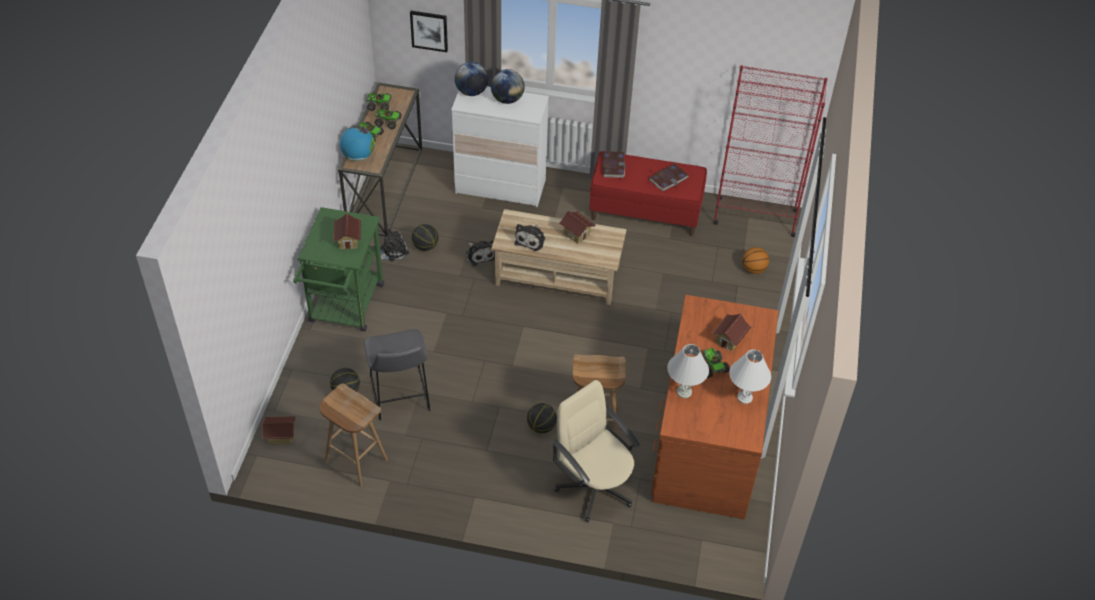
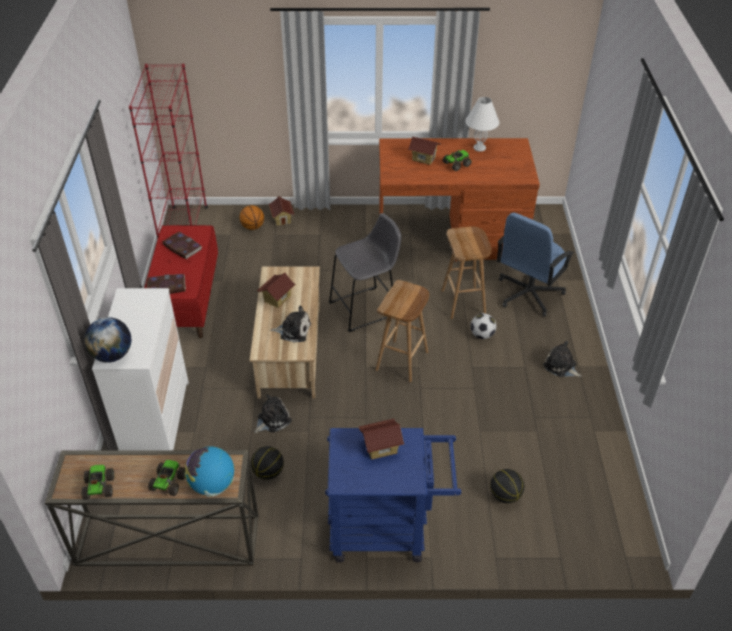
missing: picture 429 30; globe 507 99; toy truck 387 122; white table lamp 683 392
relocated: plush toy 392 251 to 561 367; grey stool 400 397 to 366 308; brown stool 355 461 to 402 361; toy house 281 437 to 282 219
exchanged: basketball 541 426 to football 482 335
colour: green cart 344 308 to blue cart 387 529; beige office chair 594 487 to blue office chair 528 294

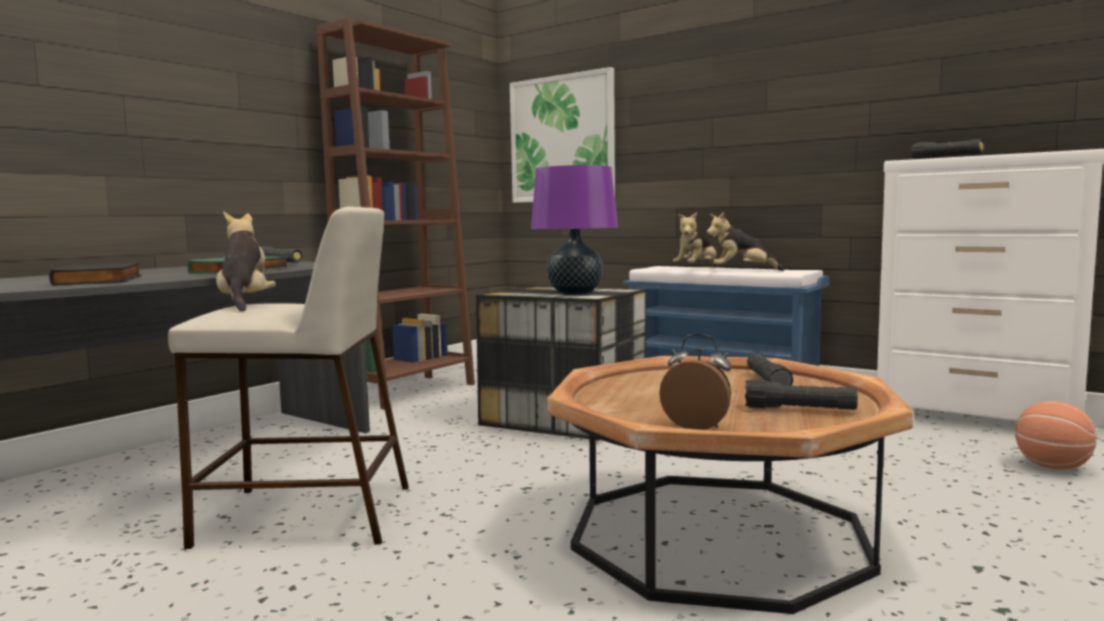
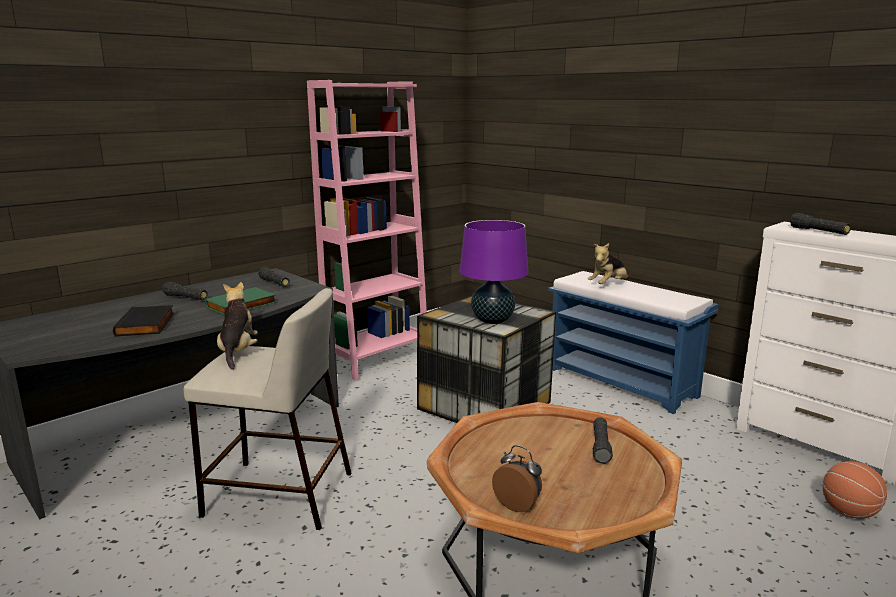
missing: picture 562 139; plush toy 742 271
relocated: black flashlight 799 410 to 186 298
colour: brown bookcase 408 391 to pink bookcase 377 359

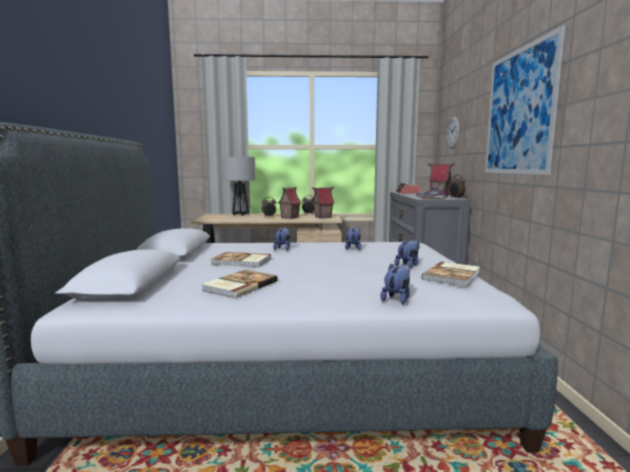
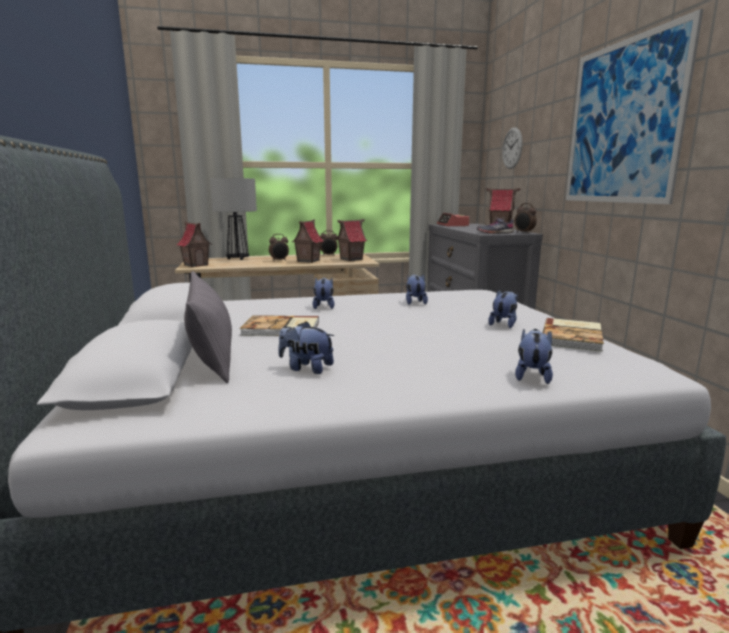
appeared: toy house 196 265; grey pillow 211 355
exchanged: book 239 285 to plush toy 306 368

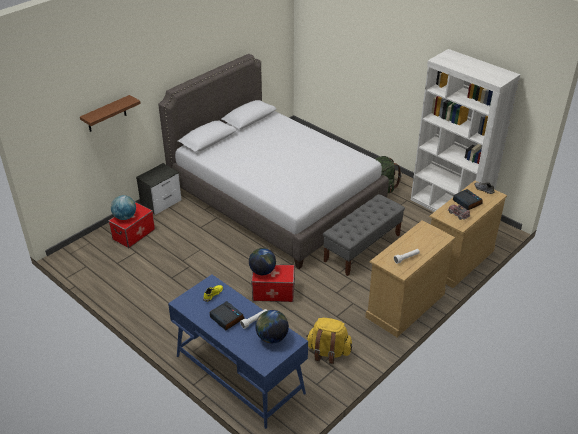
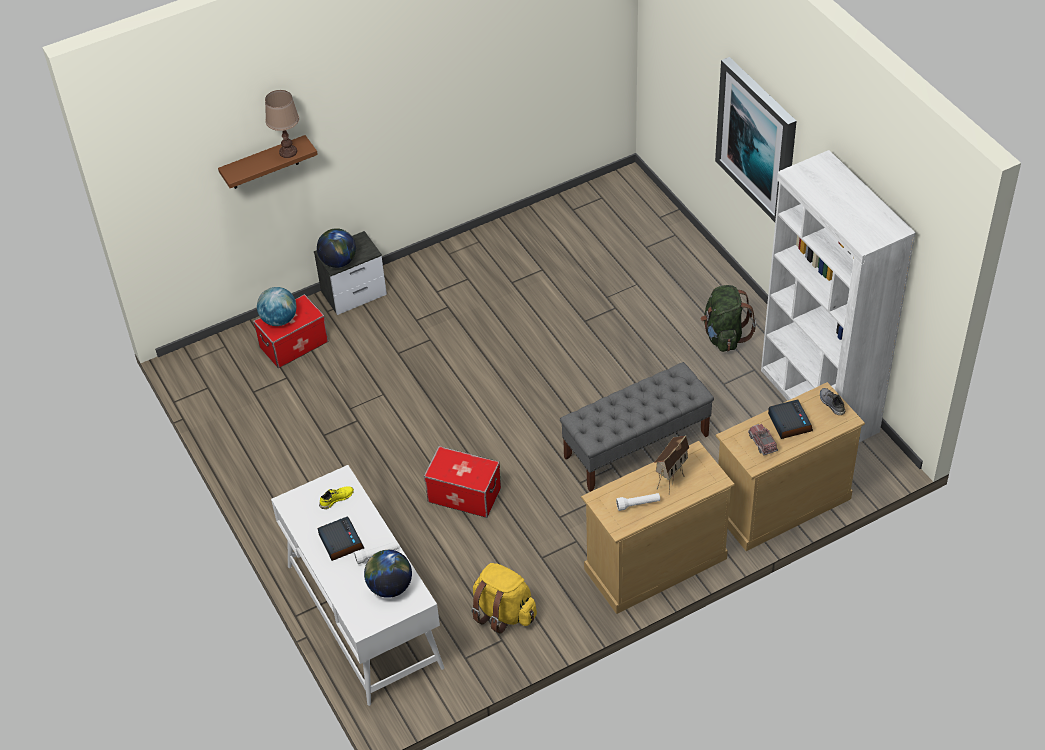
missing: grey bed 275 198
appeared: picture 758 140; brown table lamp 288 152; toy house 669 479
relocated: globe 262 271 to 338 261
colour: blue desk 239 373 to white desk 364 615

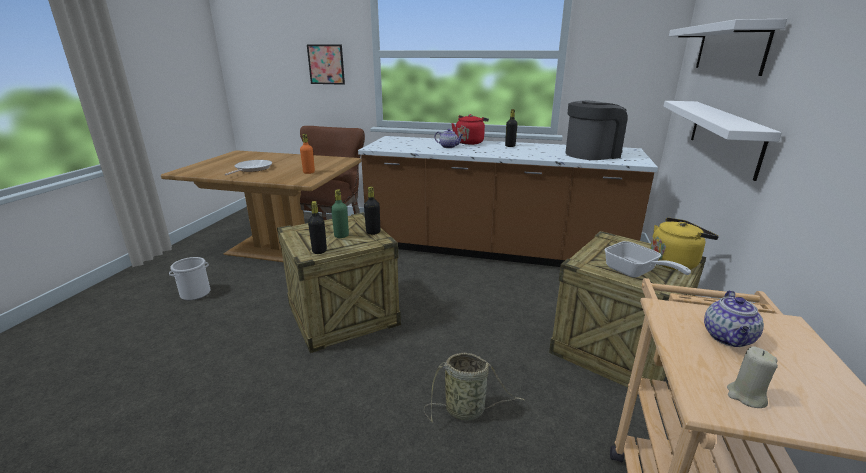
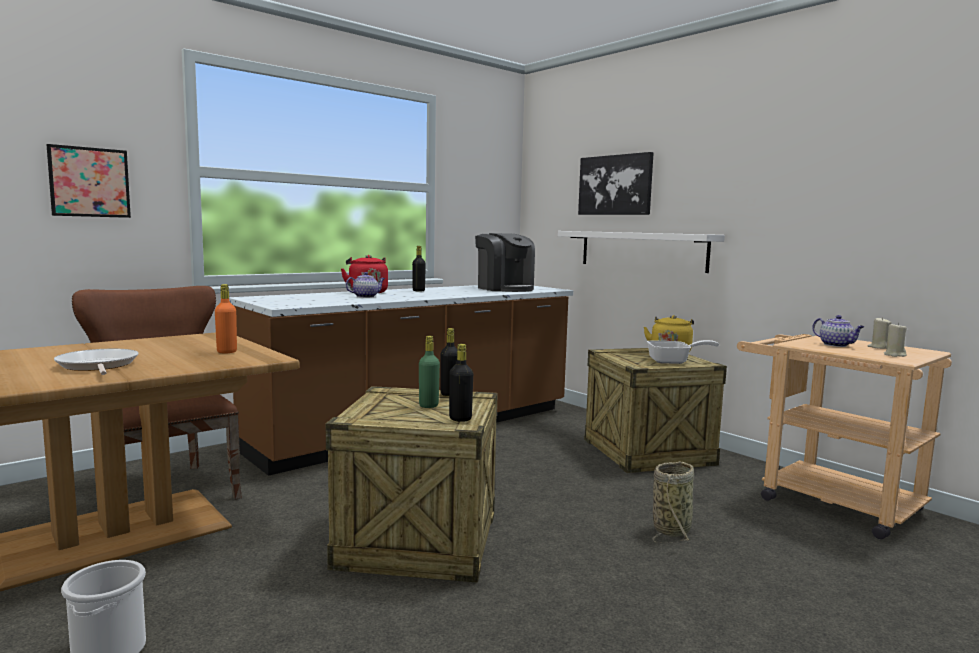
appeared: beige candle 878 347
exchanged: white shelf 729 48 to picture 615 185
spun: coffee machine 592 154 = 504 289 135 degrees clockwise

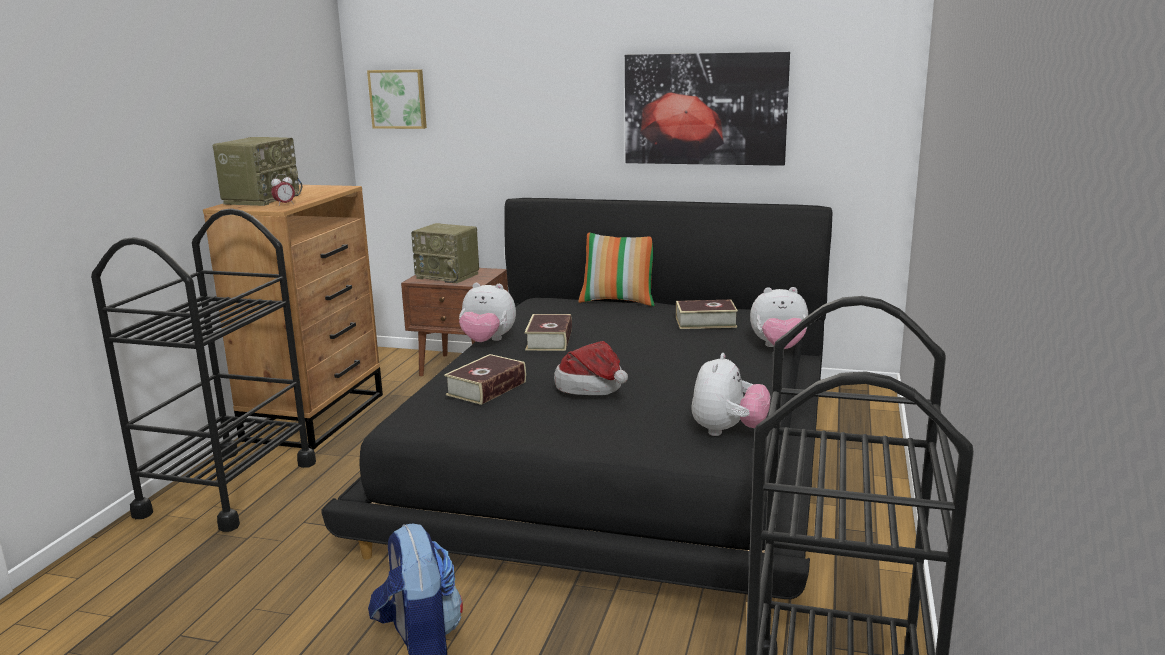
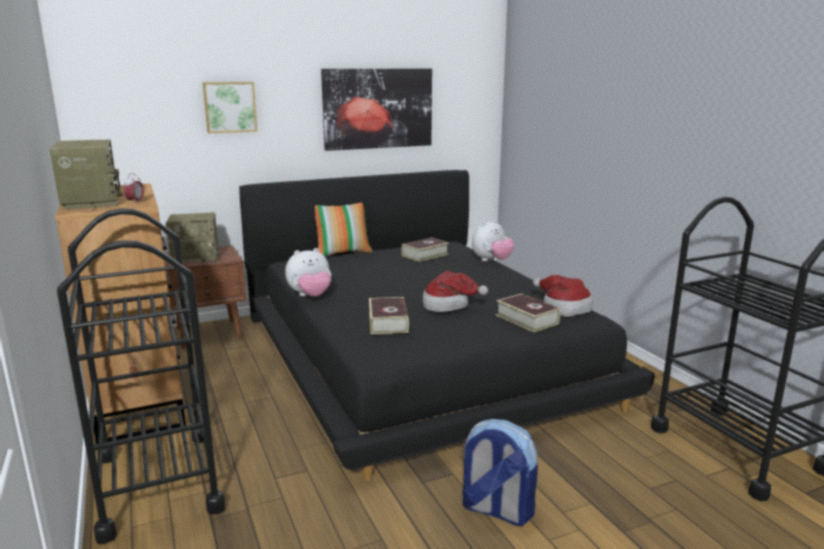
relocated: picture 398 99 to 230 107; book 549 340 to 527 319
exchanged: plush toy 727 431 to hat 563 308

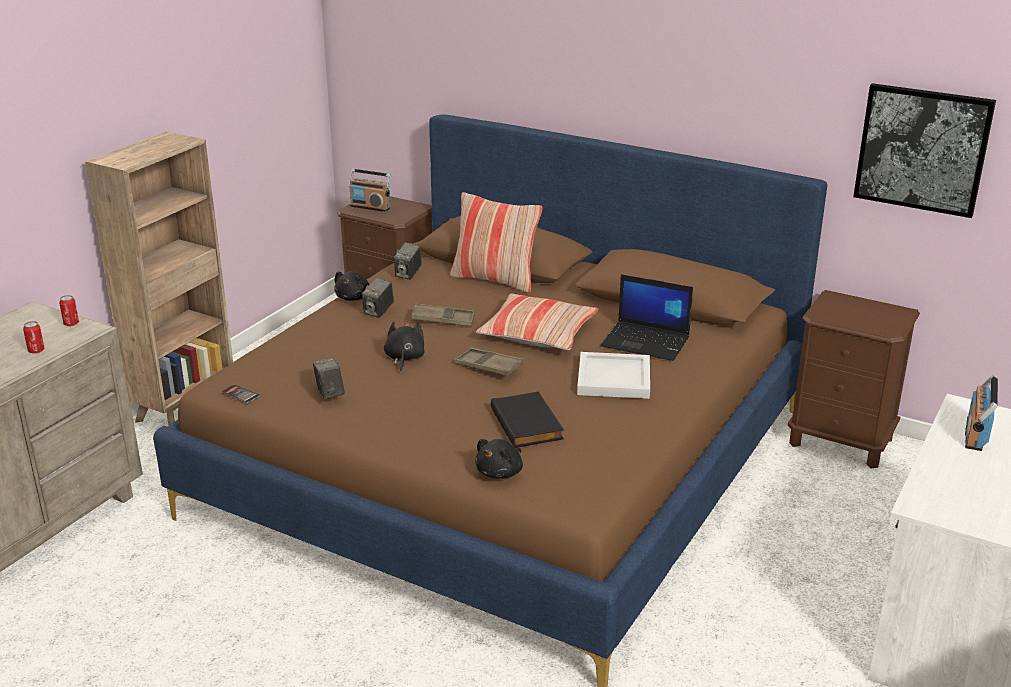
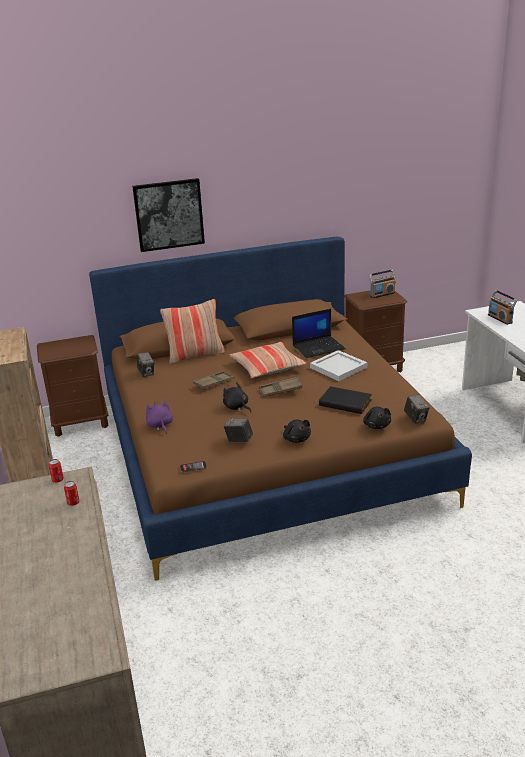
appeared: purple plush toy 160 425
relocated: picture 922 149 to 169 214; radio 370 207 to 382 294; black plush toy 354 297 to 296 439; photo camera 378 312 to 415 418

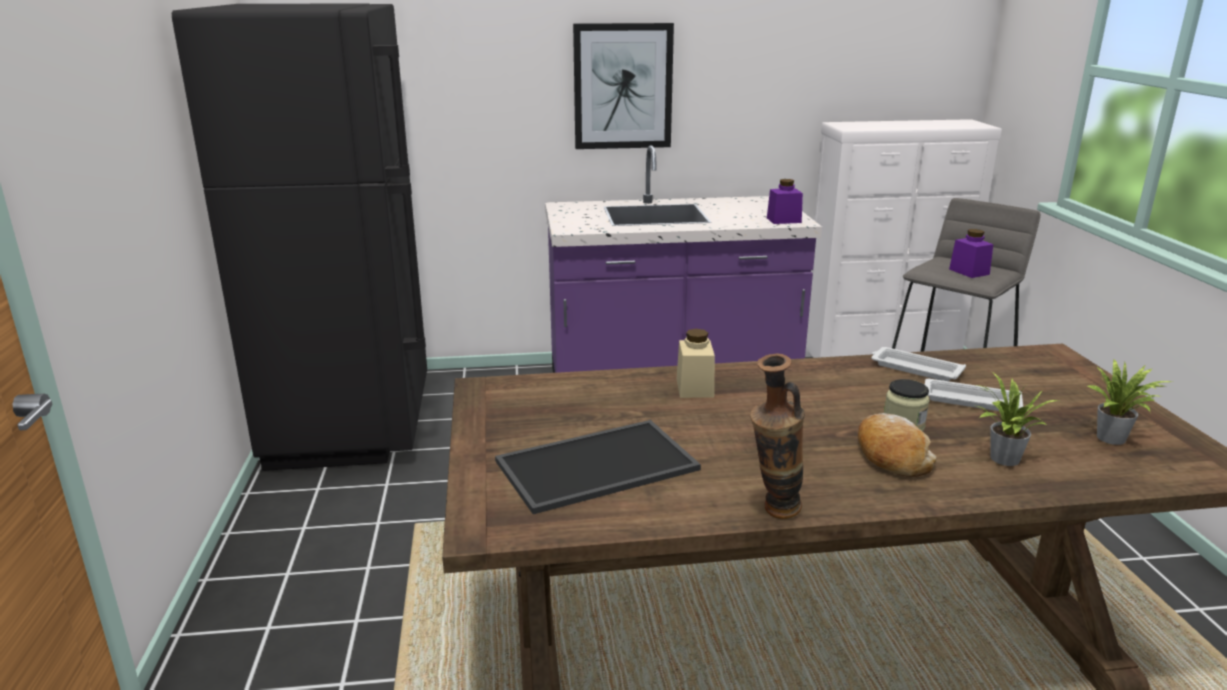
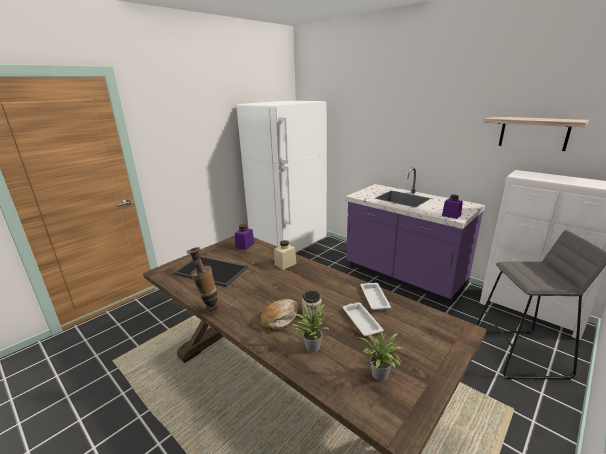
missing: picture 623 86
appeared: shelf 533 133
relocated: purple jar 969 272 to 245 245
colour: black fridge 352 424 to white fridge 289 244

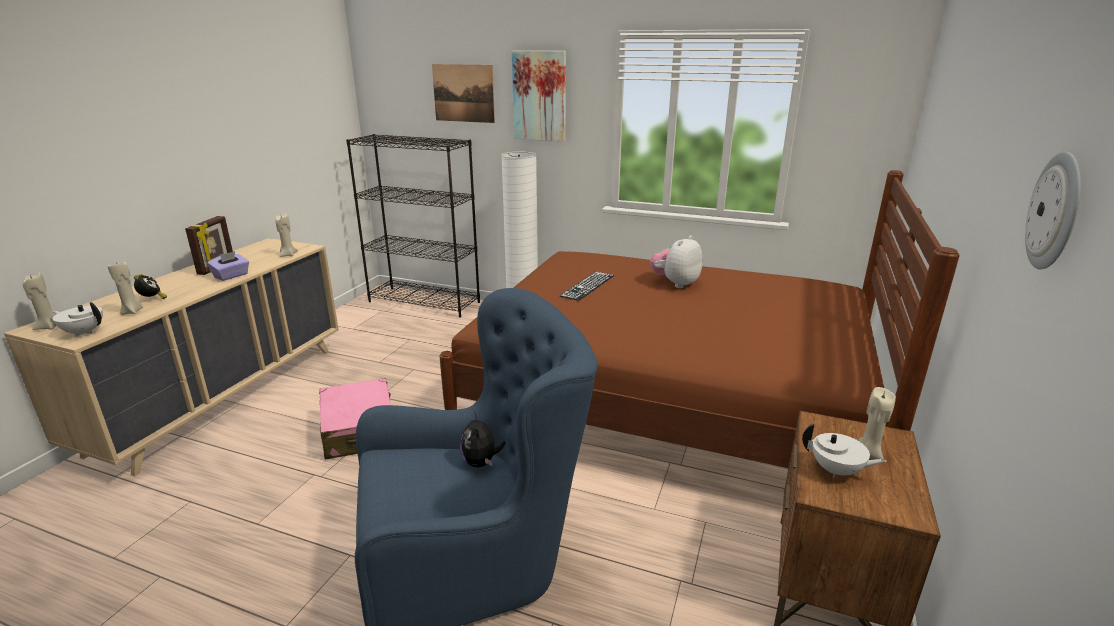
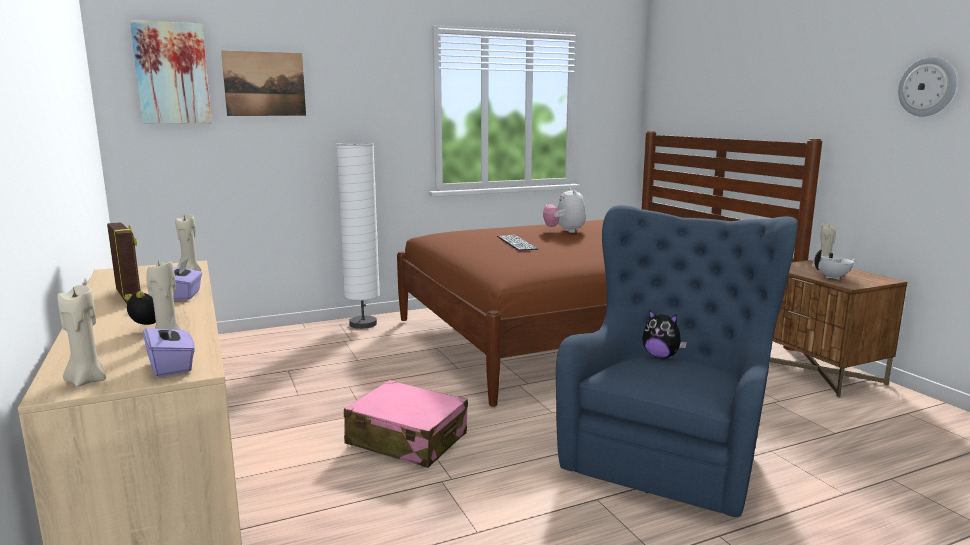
missing: black bookcase 425 302
relocated: picture 539 96 to 172 73
exchanged: white teapot 84 332 to purple tissue box 172 366

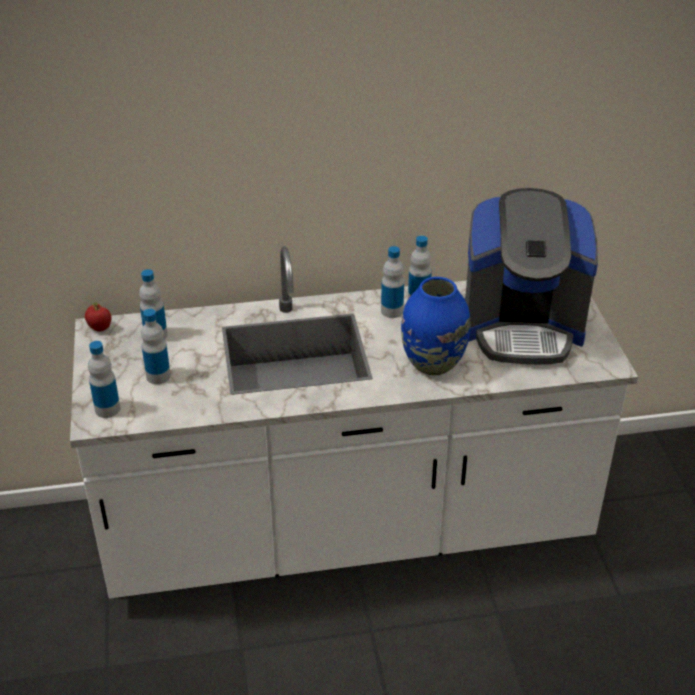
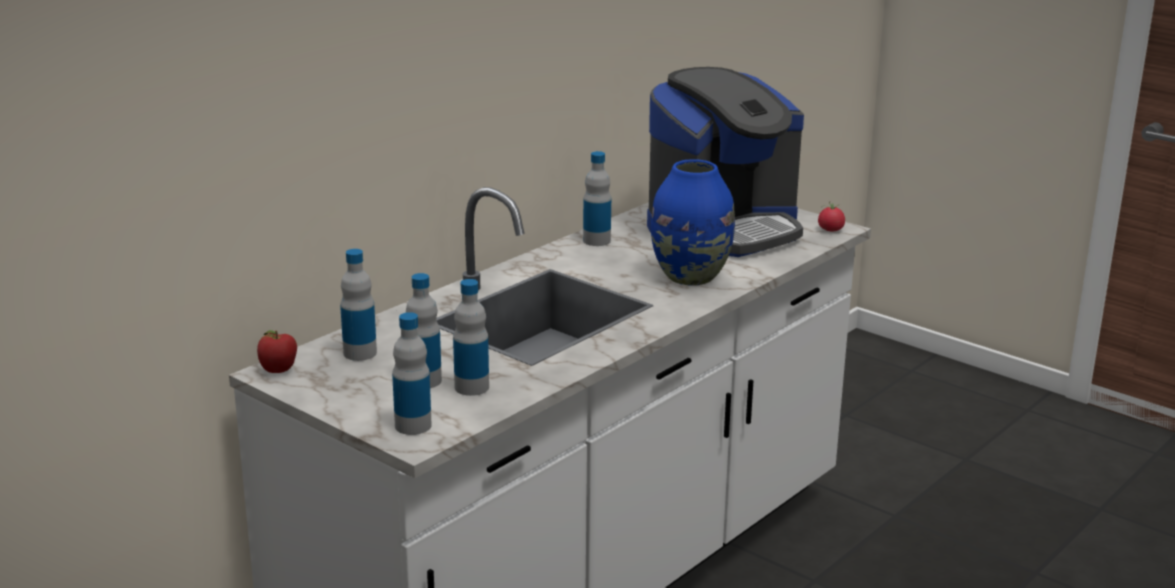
appeared: tomato 830 230
relocated: bottle 392 311 to 471 387

